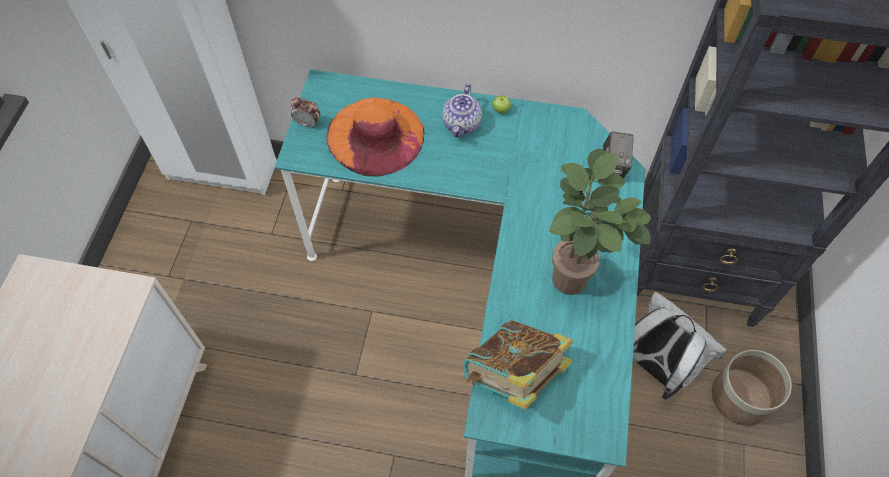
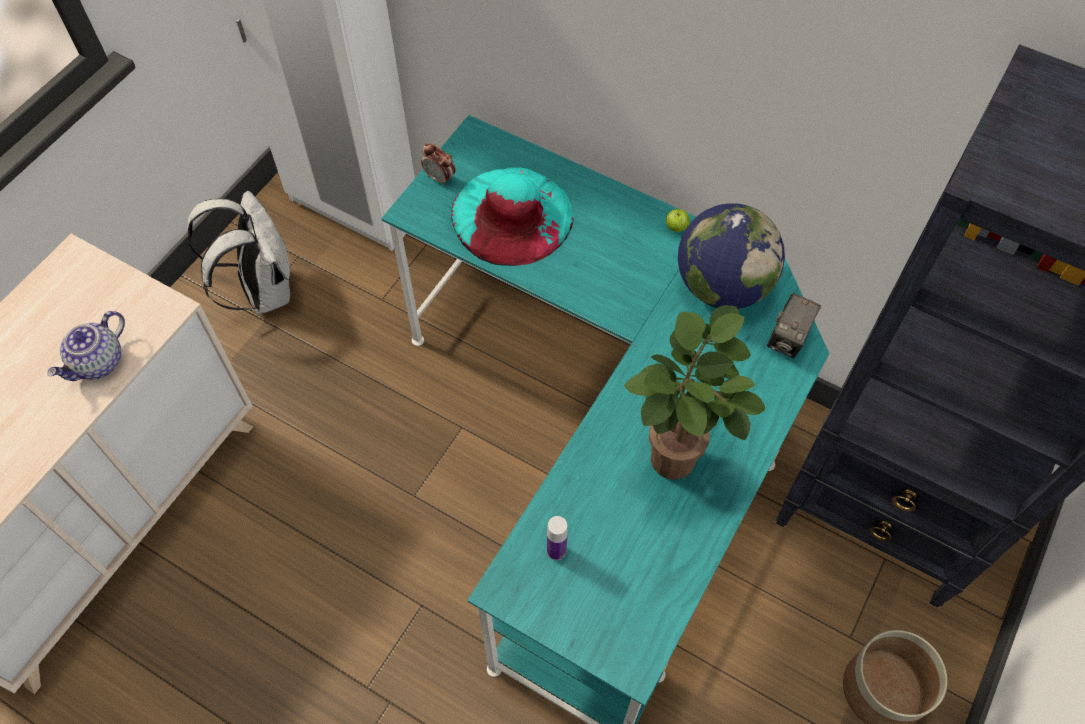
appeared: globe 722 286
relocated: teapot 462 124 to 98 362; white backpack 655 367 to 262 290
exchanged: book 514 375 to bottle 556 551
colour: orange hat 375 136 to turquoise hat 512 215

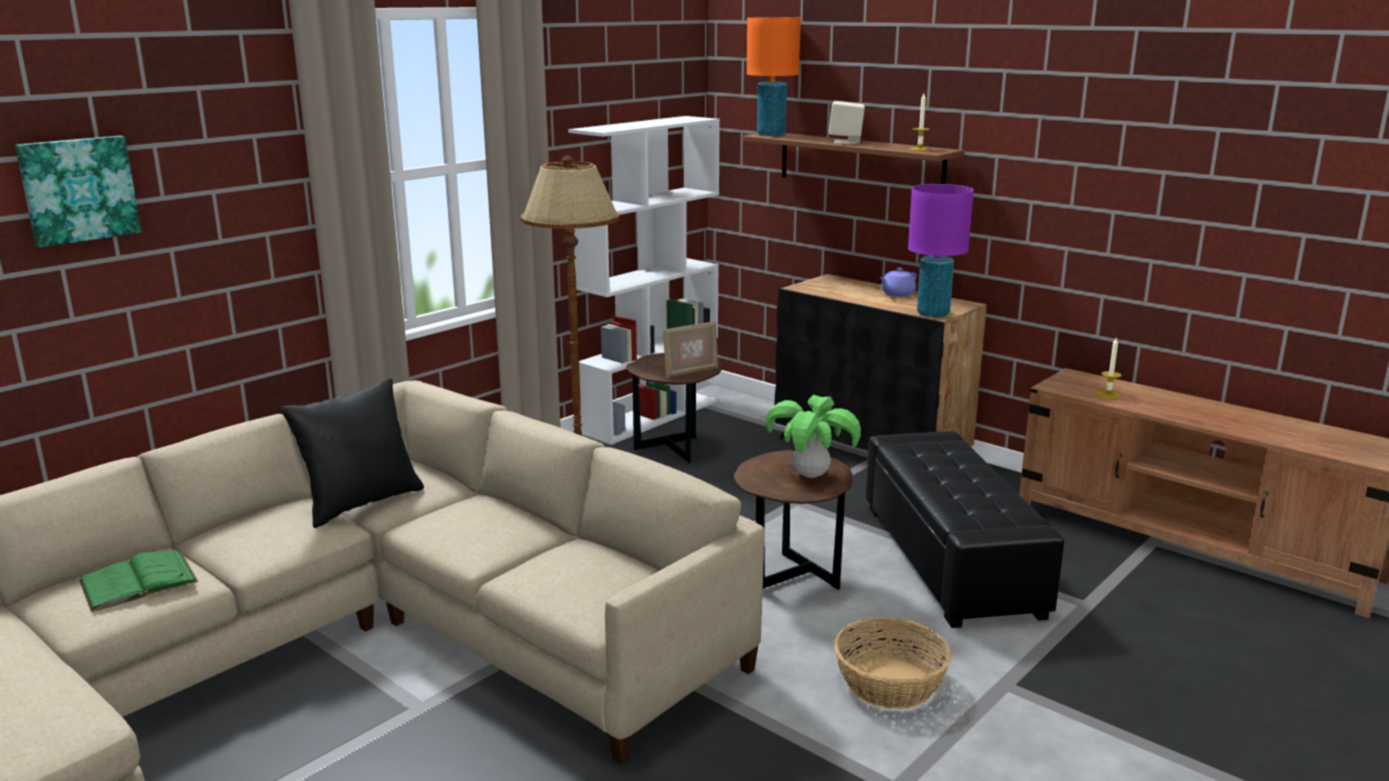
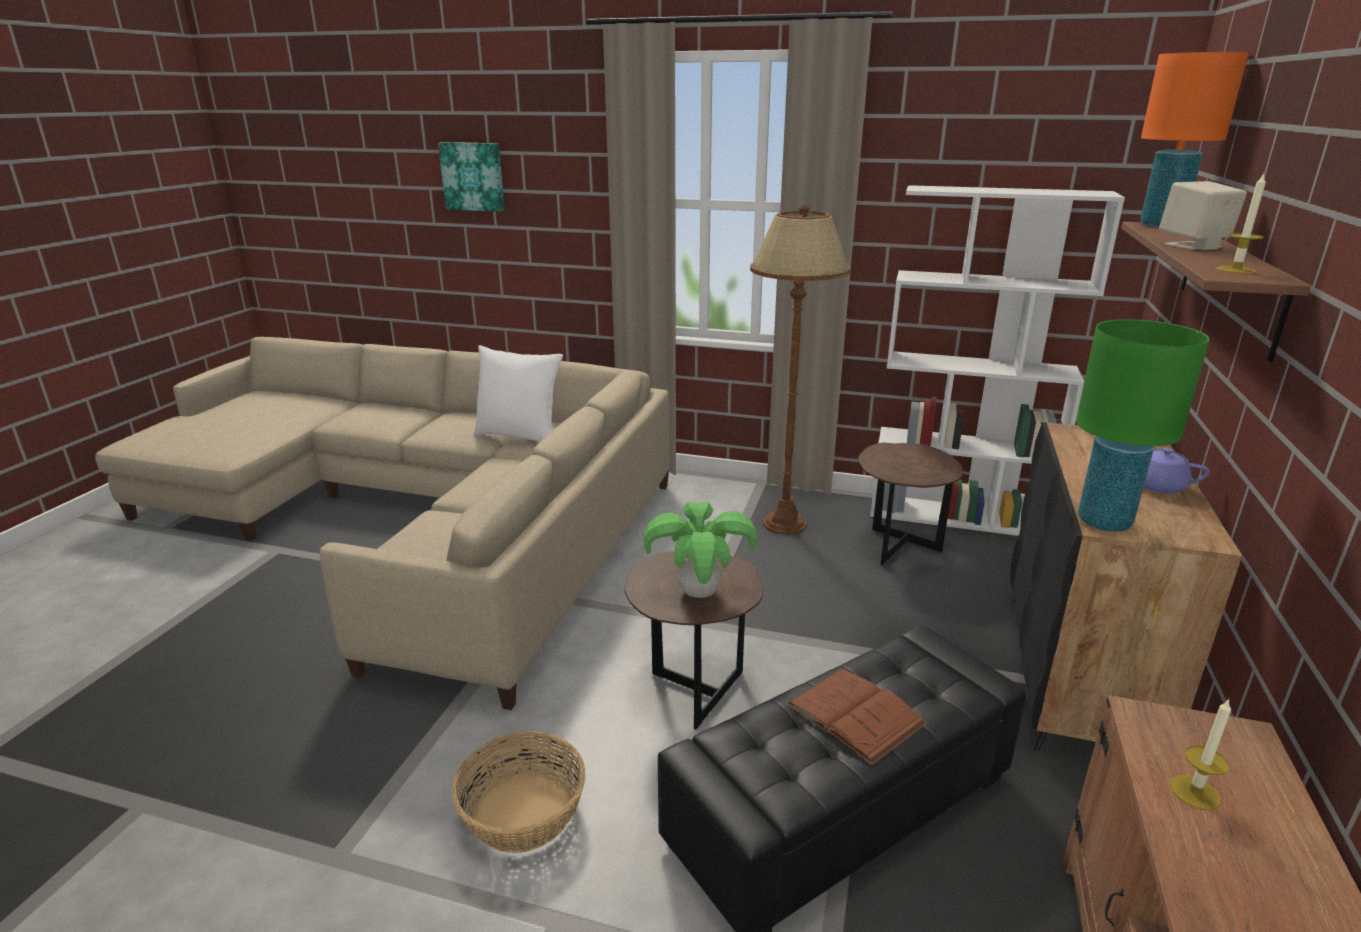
missing: picture frame 690 372; green book 138 581
appeared: brown book 855 714
colour: purple table lamp 932 314 to green table lamp 1103 522; black pillow 361 503 to white pillow 520 436

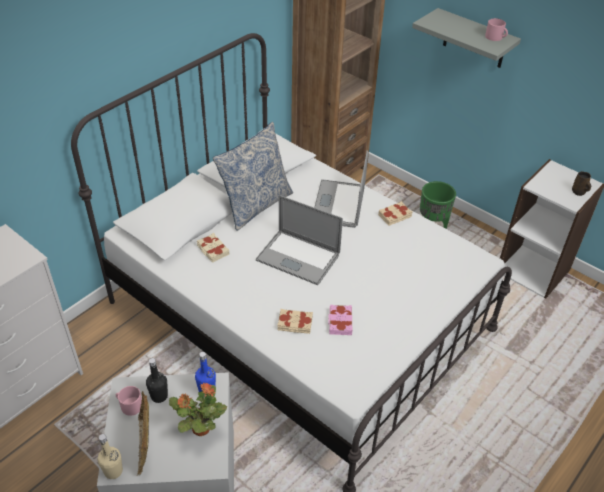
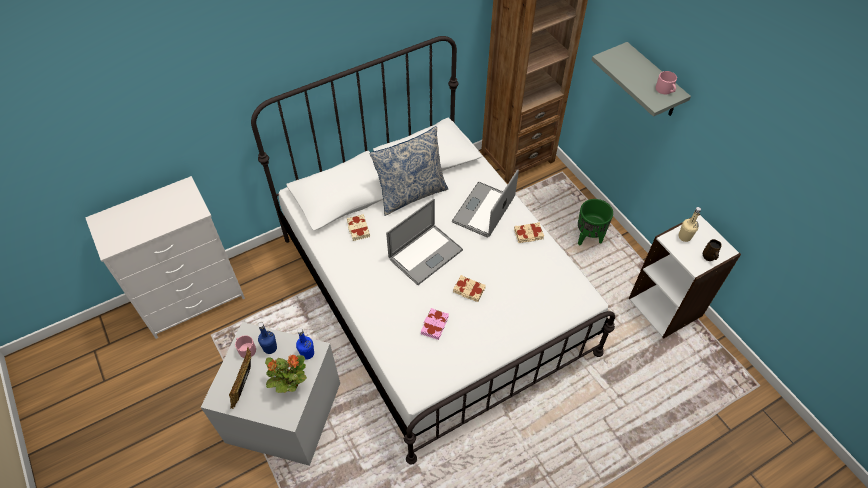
relocated: beige book 295 324 to 469 290; beige bottle 113 471 to 684 237
colour: black bottle 159 396 to blue bottle 270 348
spun: laptop 298 257 = 425 254 90 degrees counterclockwise

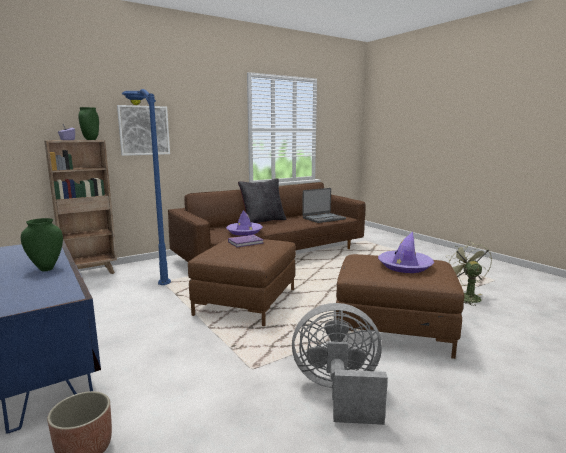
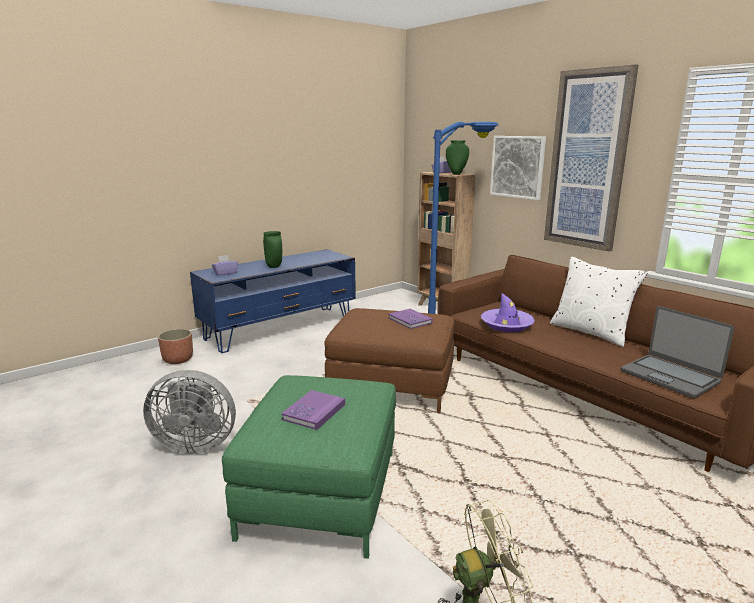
appeared: picture 588 160; purple tissue box 225 273
exchanged: purple hat 405 266 to purple book 314 412
colour: black pillow 263 221 to white pillow 591 332; brown ottoman 393 329 to green ottoman 320 493
spun: grey fan 338 392 = 195 444 90 degrees clockwise

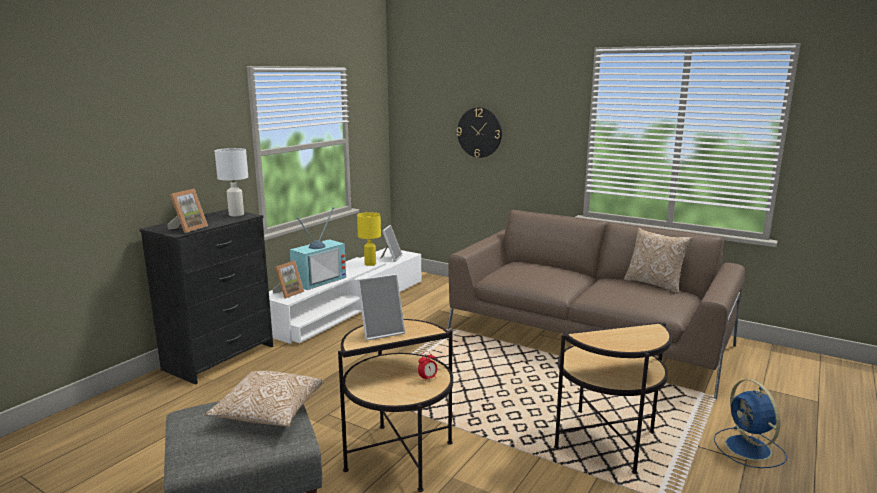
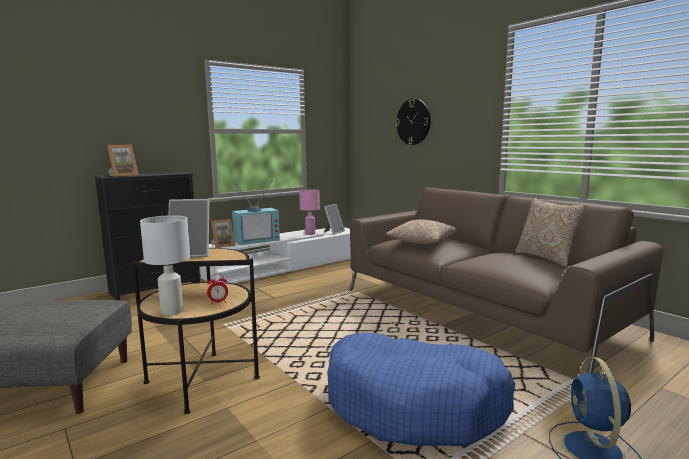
relocated: white table lamp 236 214 to 172 311; pillow 269 413 to 421 242
exchanged: side table 605 440 to blue dog bed 414 405
colour: yellow table lamp 370 264 to pink table lamp 310 233

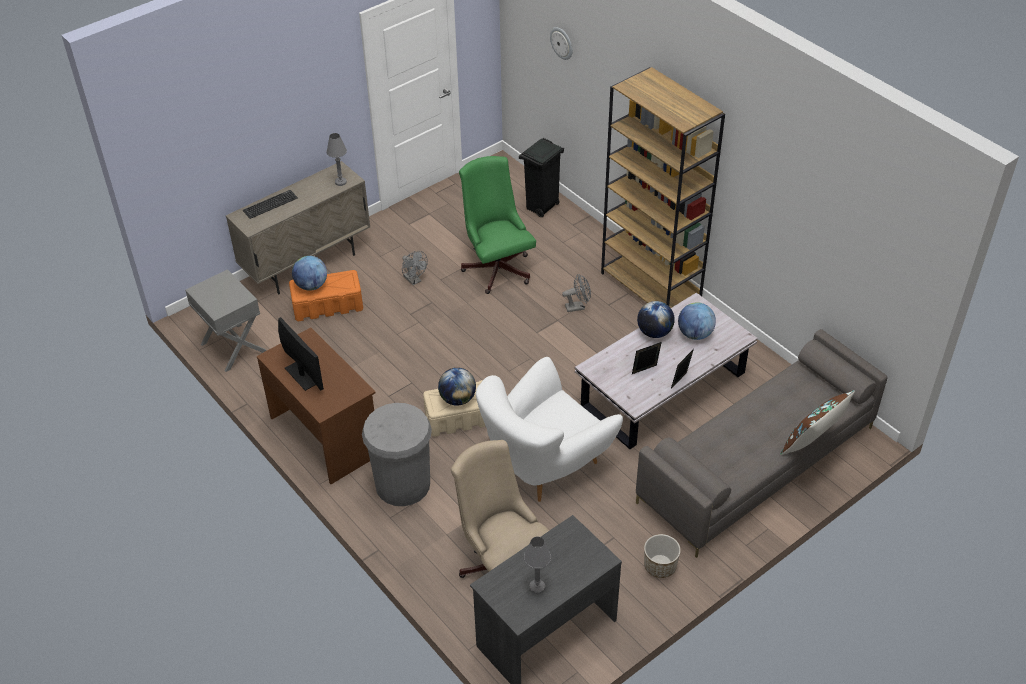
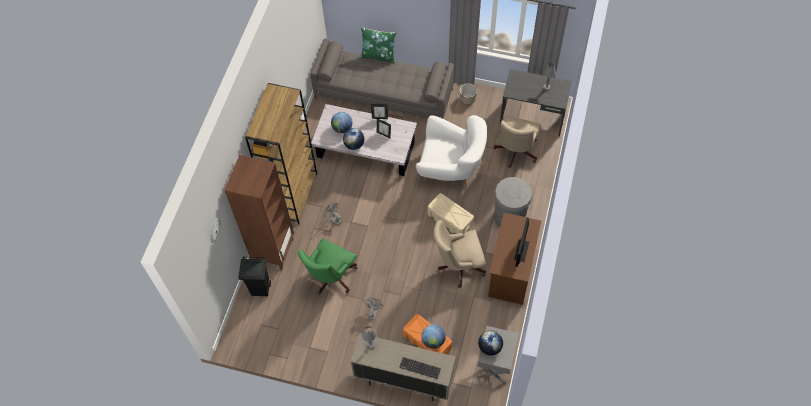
appeared: brown bookcase 273 250; beige office chair 458 266
relocated: globe 457 399 to 490 347
colour: brown pillow 812 443 to green pillow 378 55

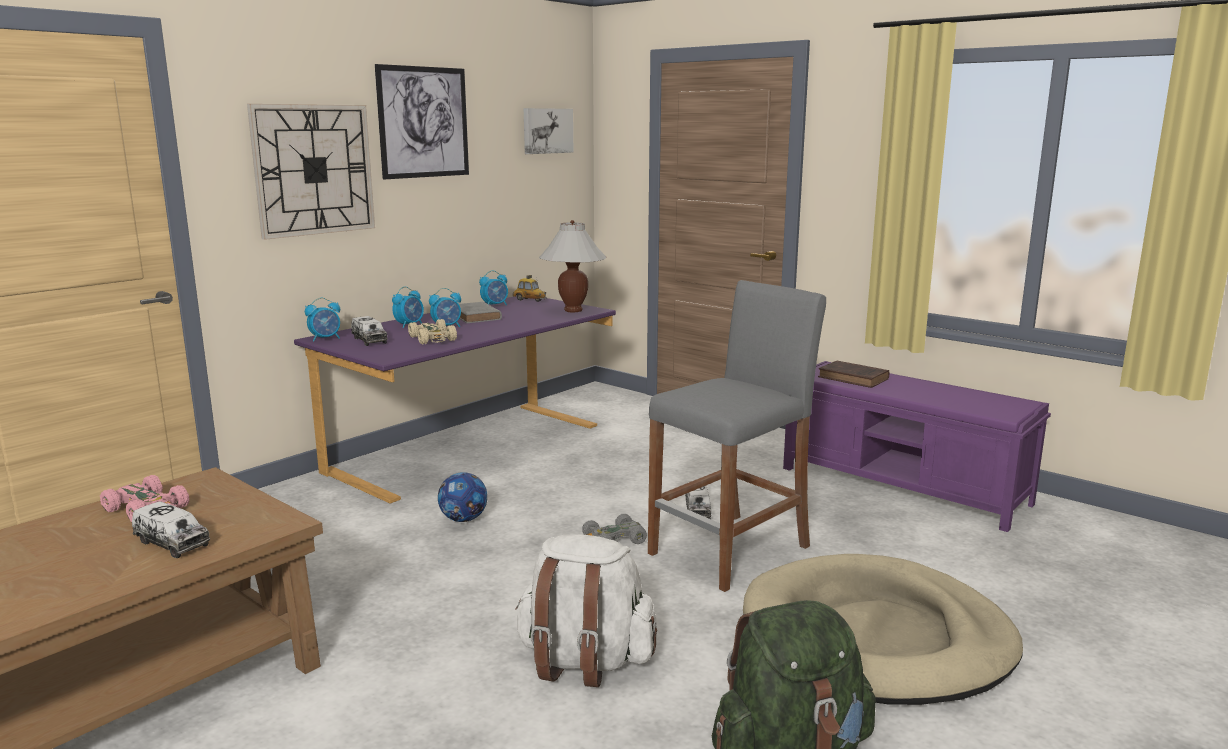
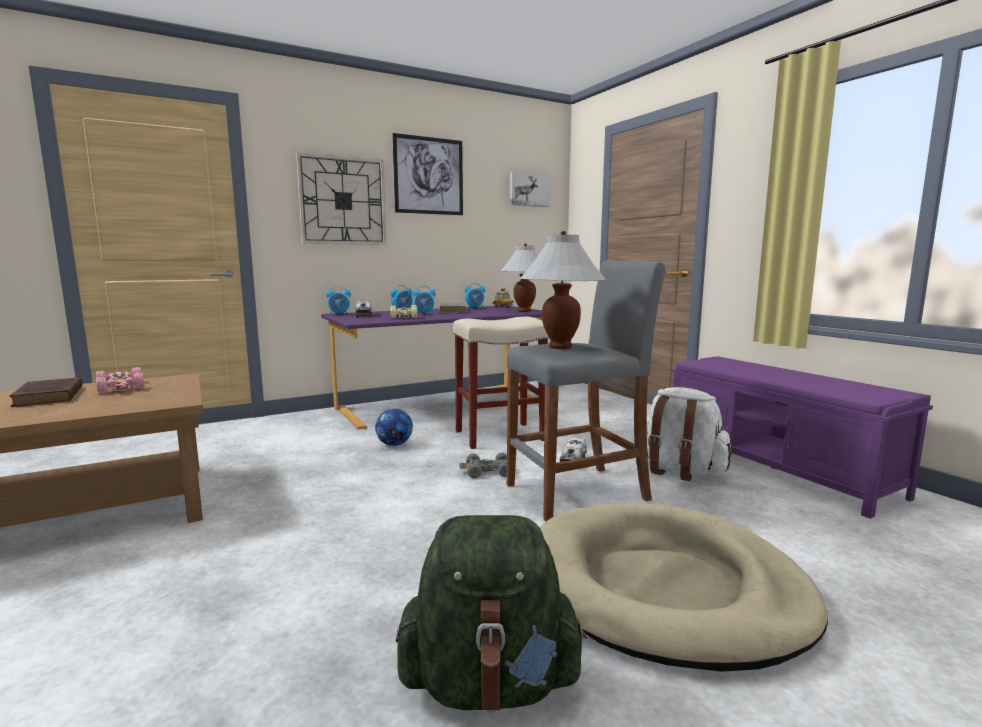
missing: toy truck 172 543
appeared: white table lamp 560 347; beige stool 498 436
relocated: brown book 855 378 to 49 397; white backpack 584 661 to 679 471

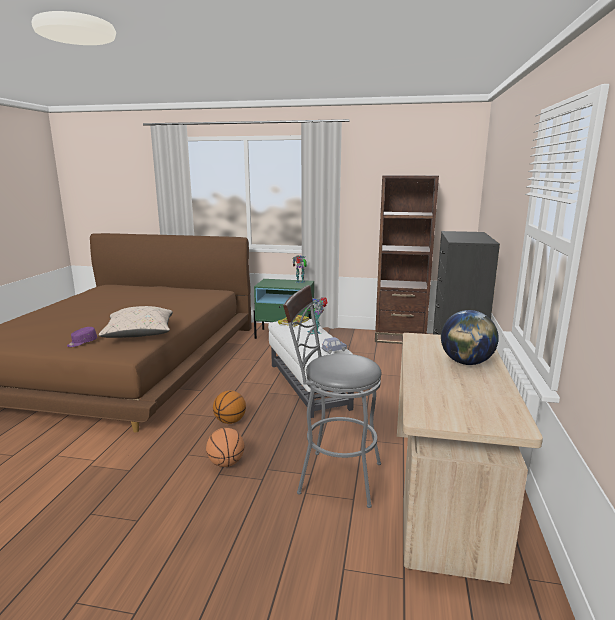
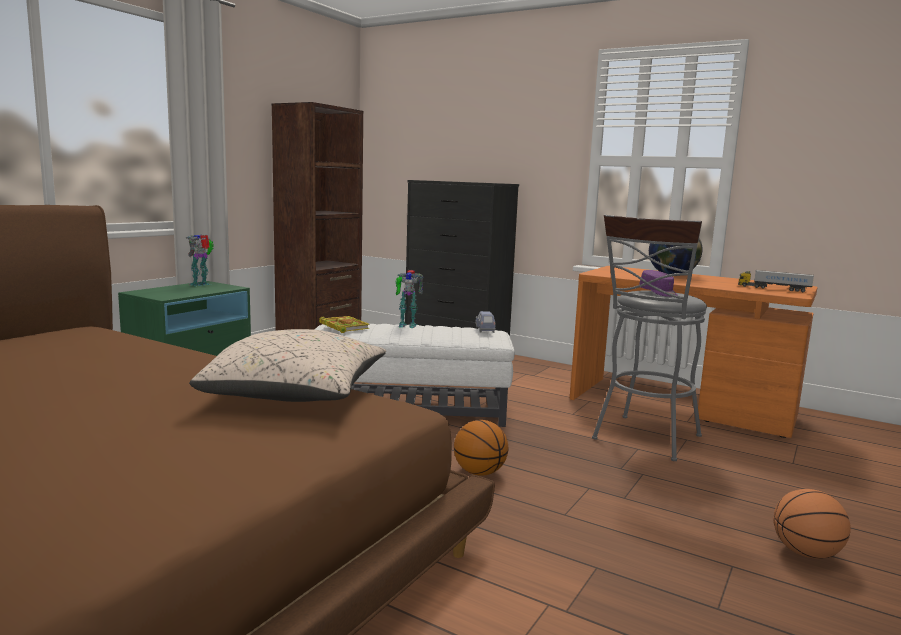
appeared: toy truck 773 289
relocated: purple cap 82 342 to 658 293; basketball 226 463 to 806 553
colour: beige desk 444 494 to orange desk 681 407

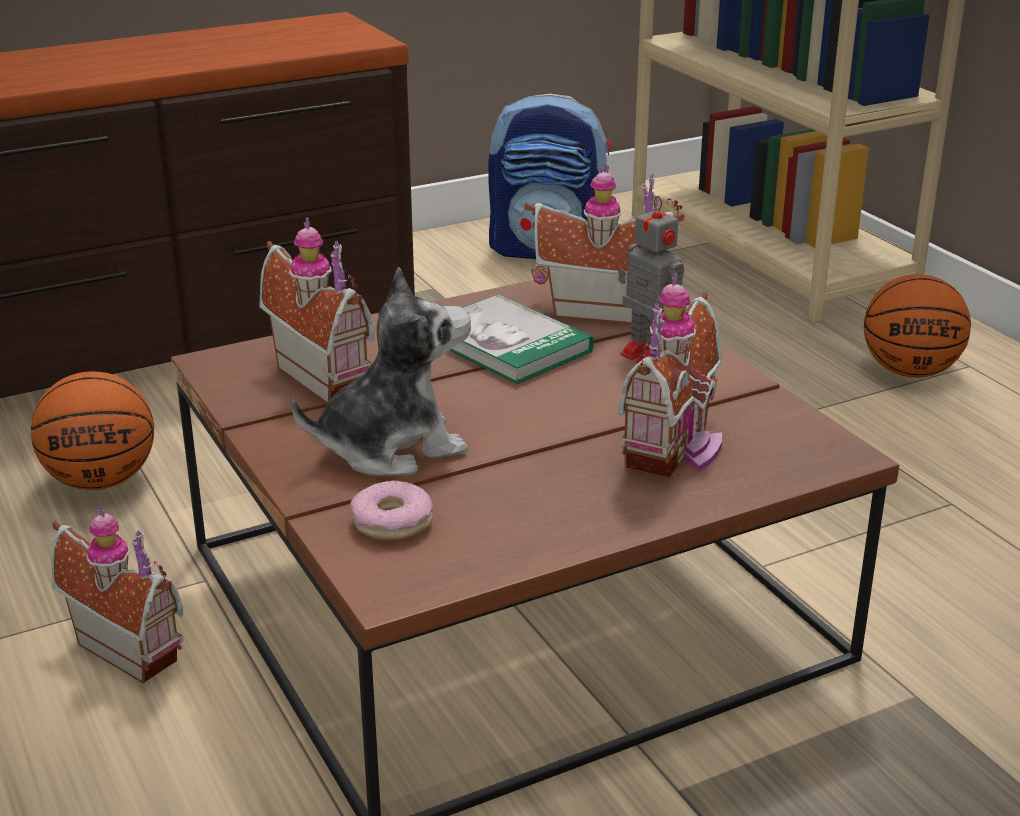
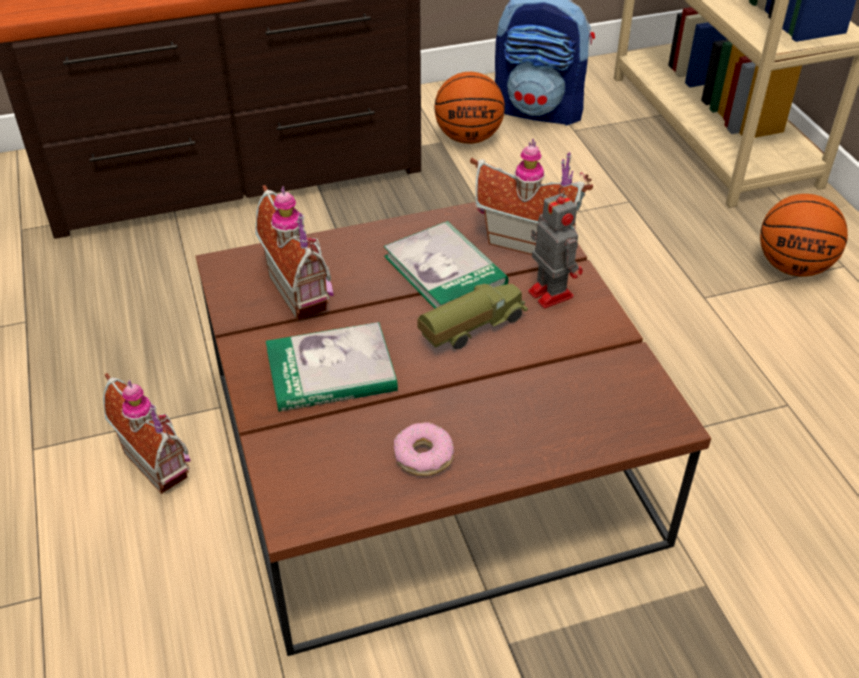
missing: toy house 677 449
appeared: toy truck 471 328
relocated: basketball 101 481 to 468 138; donut 392 522 to 423 456
exchanged: plush toy 391 448 to book 331 371

